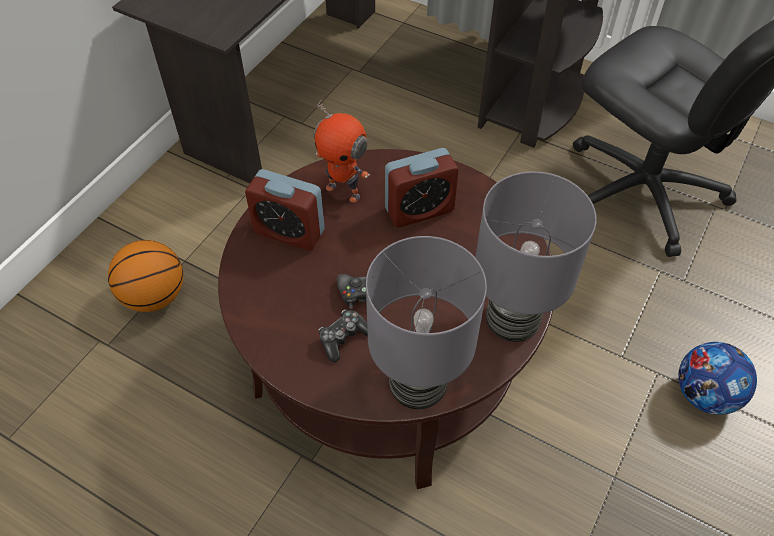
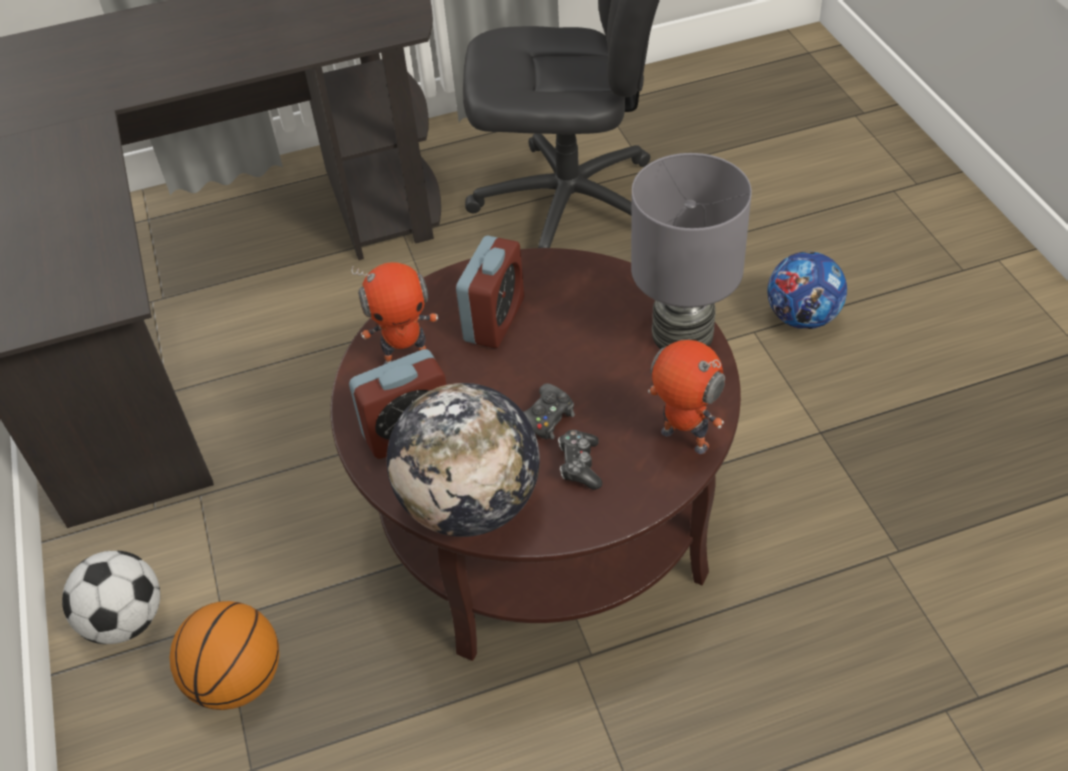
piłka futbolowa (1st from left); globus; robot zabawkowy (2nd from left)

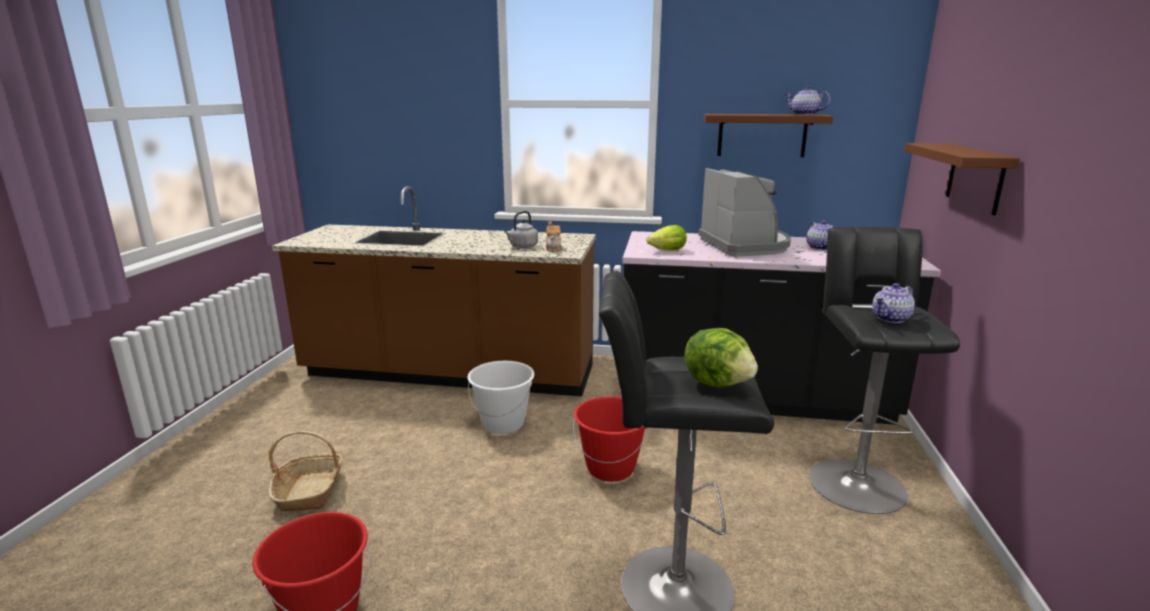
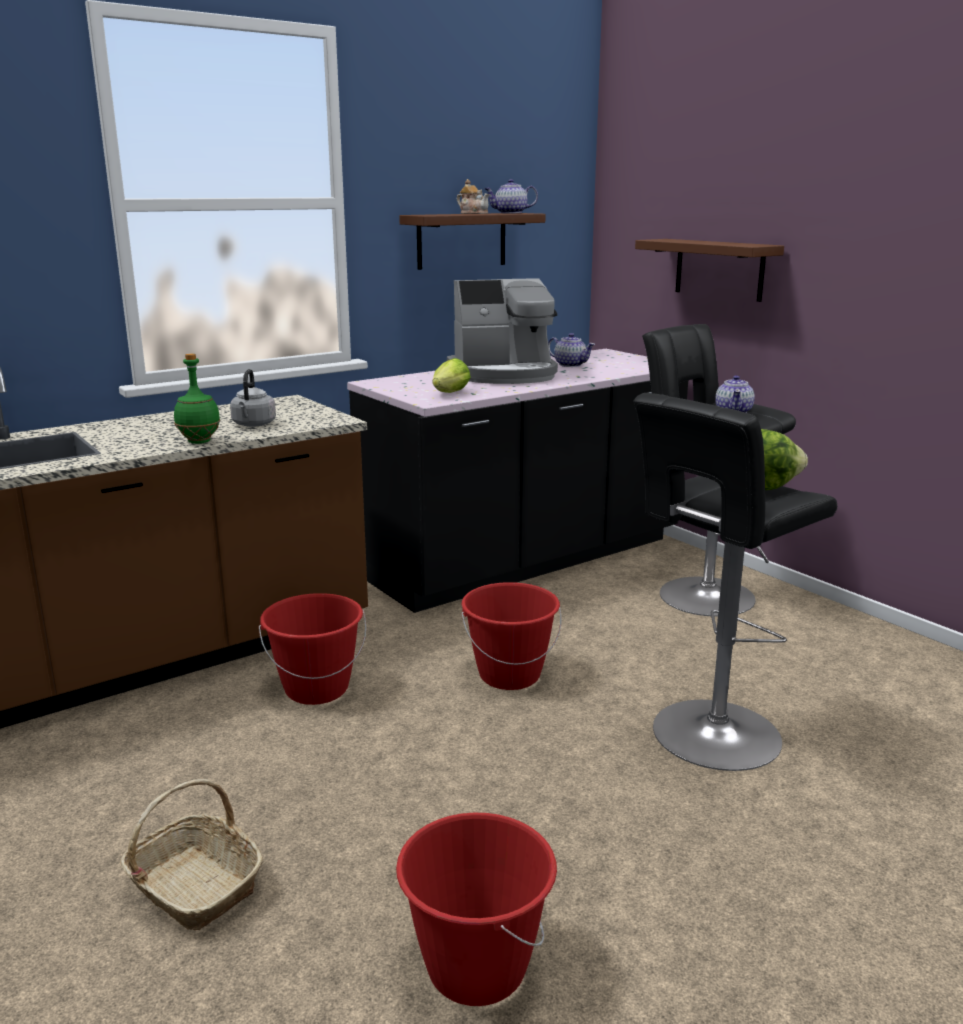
butelka/zielony; wiadro/czerwony (1st from left); ekspres do kawy; imbryk (1st from left)

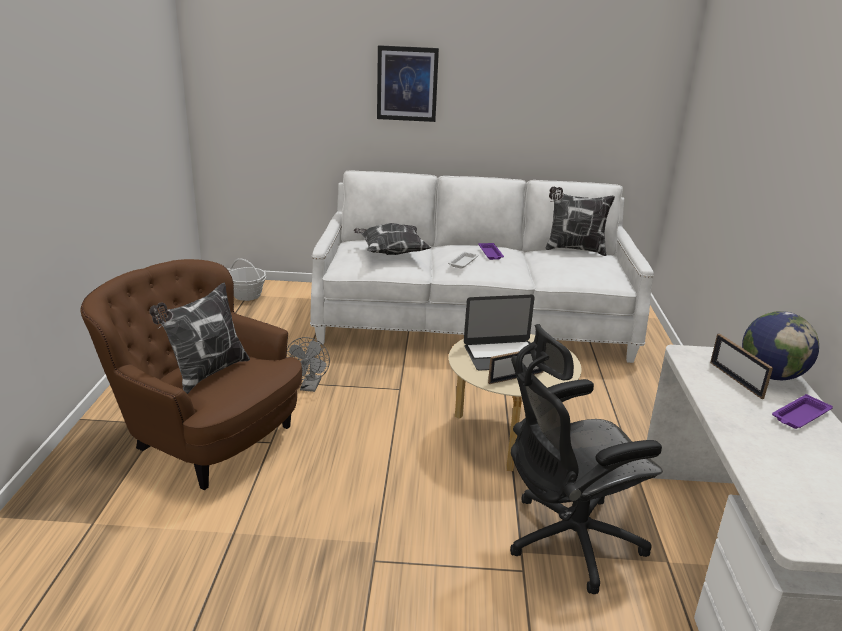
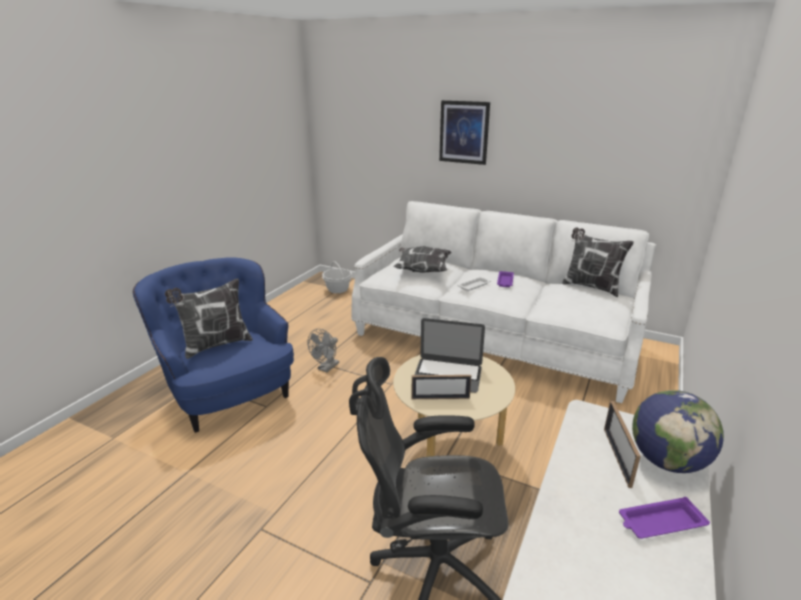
fotel/niebieski

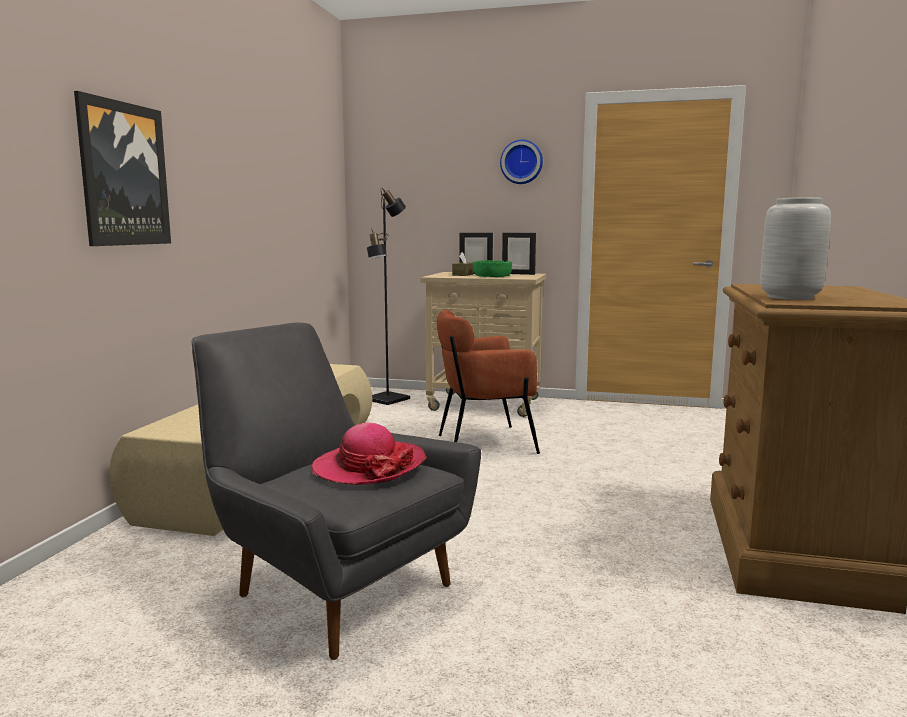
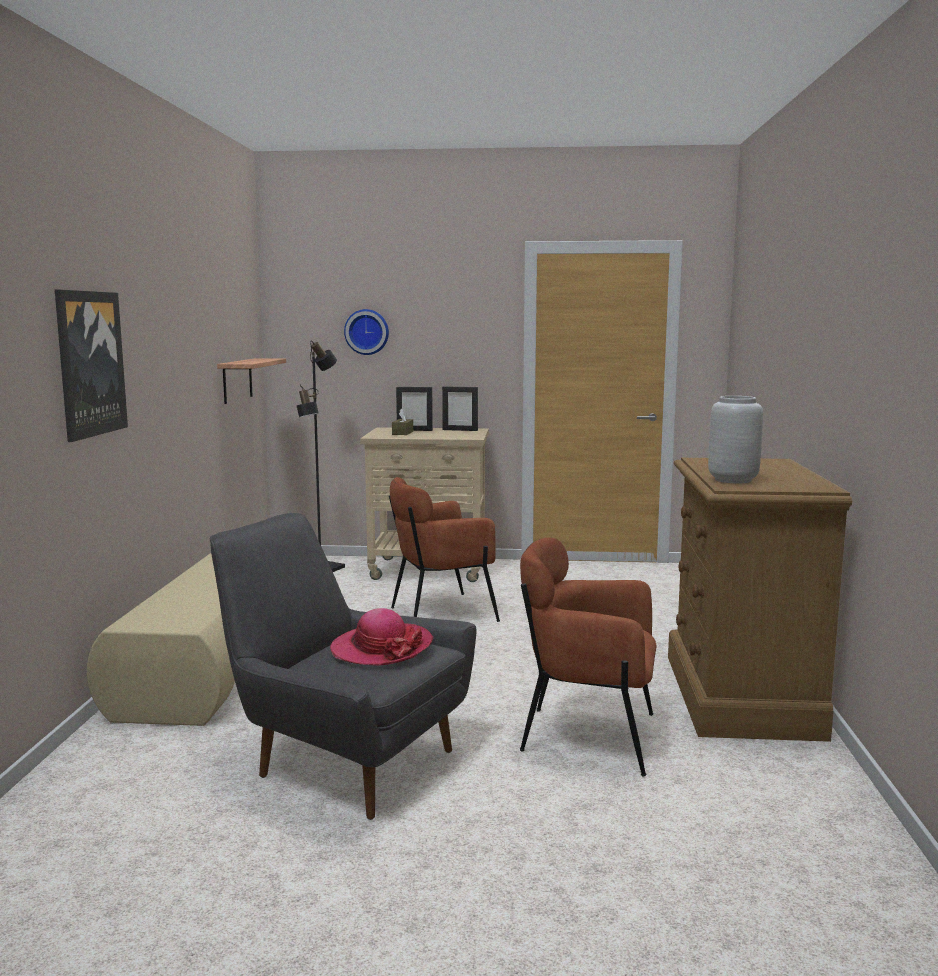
półka; zegar ścienny; fotel/brązowy (2nd from left); miska/zielony

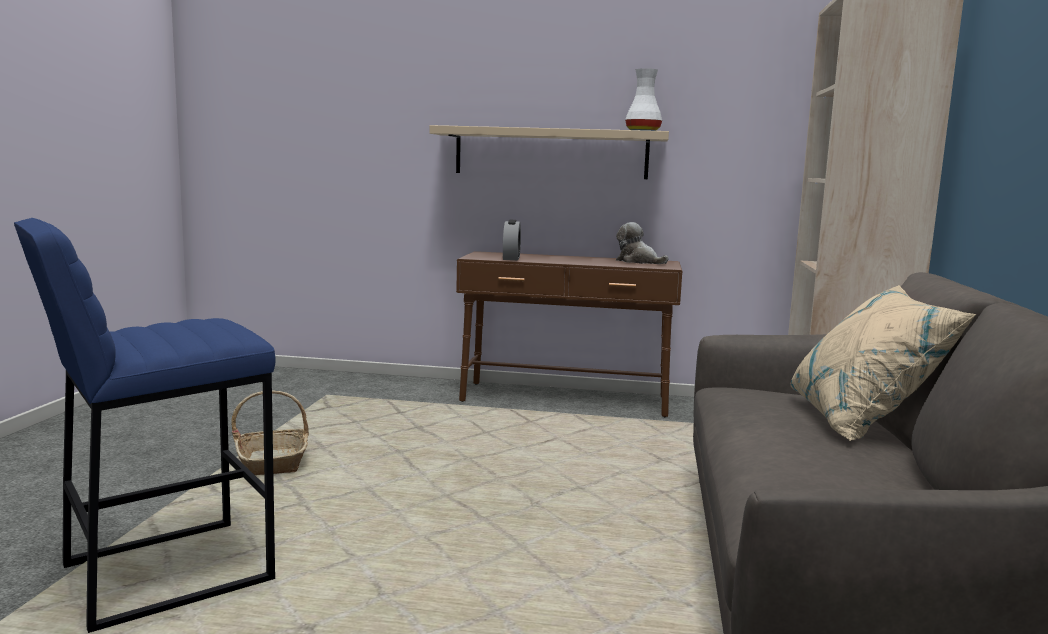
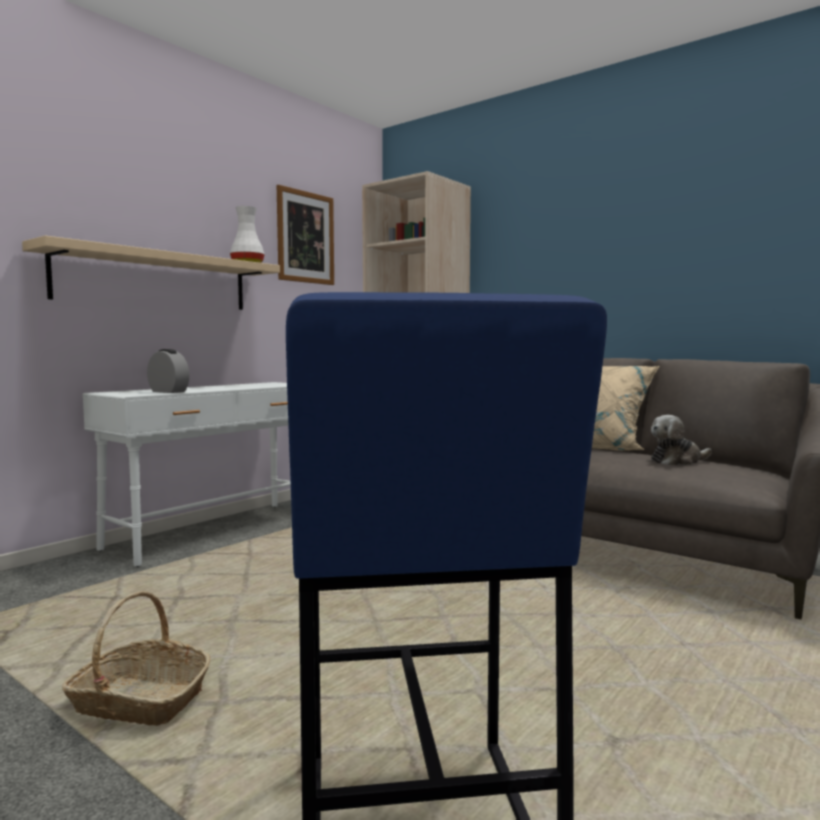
stolik konsolowy/biały; obraz; pluszak

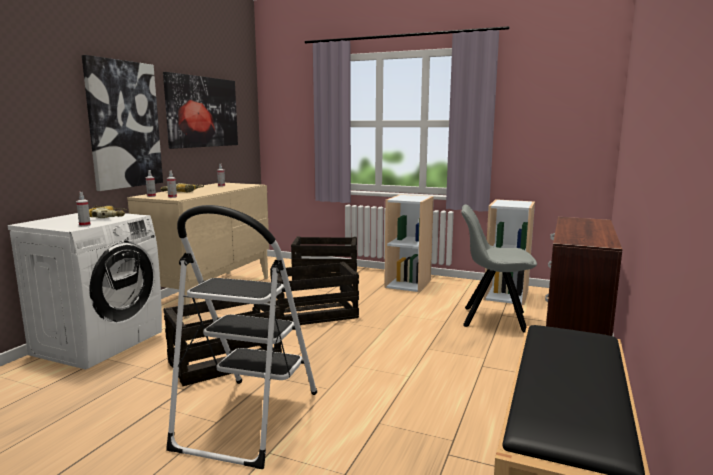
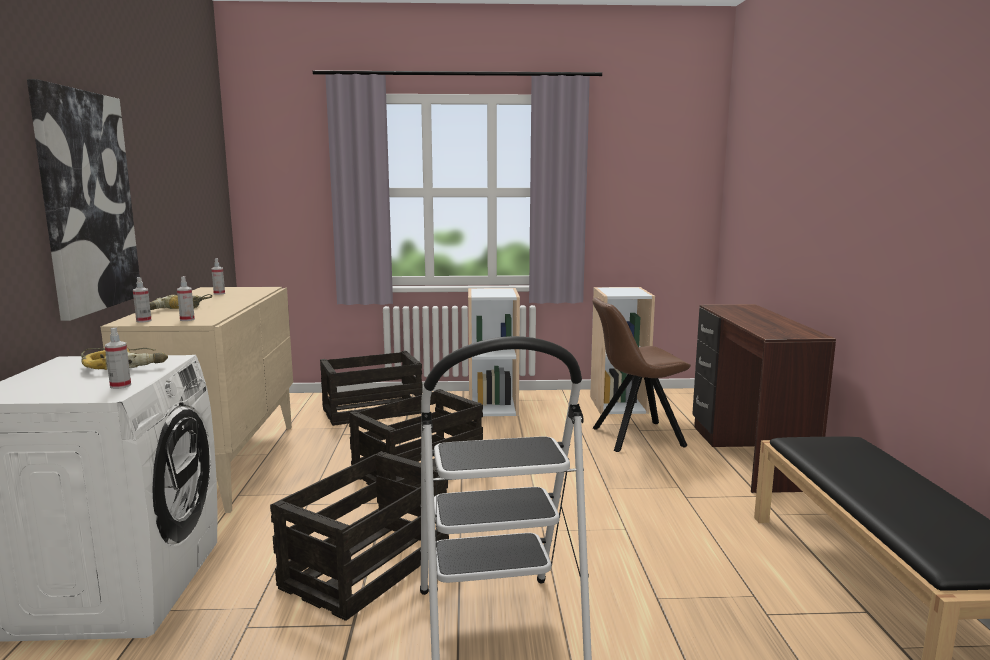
krzesło/brązowy; obraz (2nd from left in the first image)

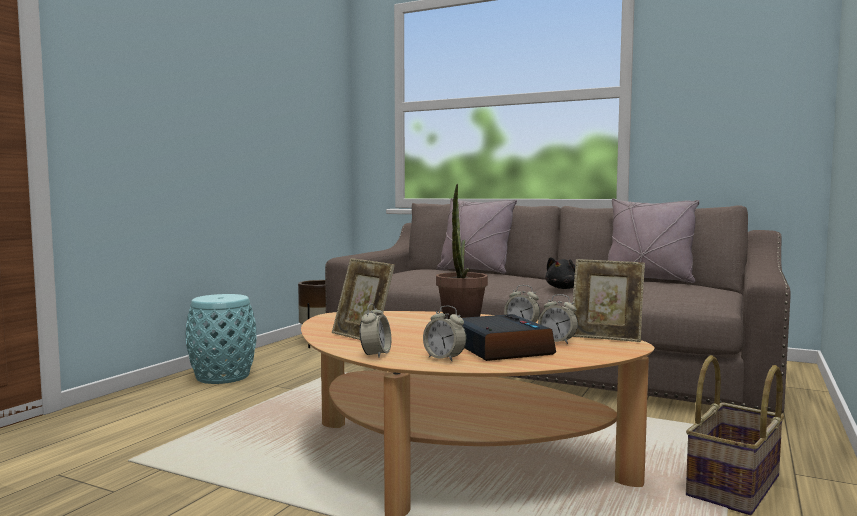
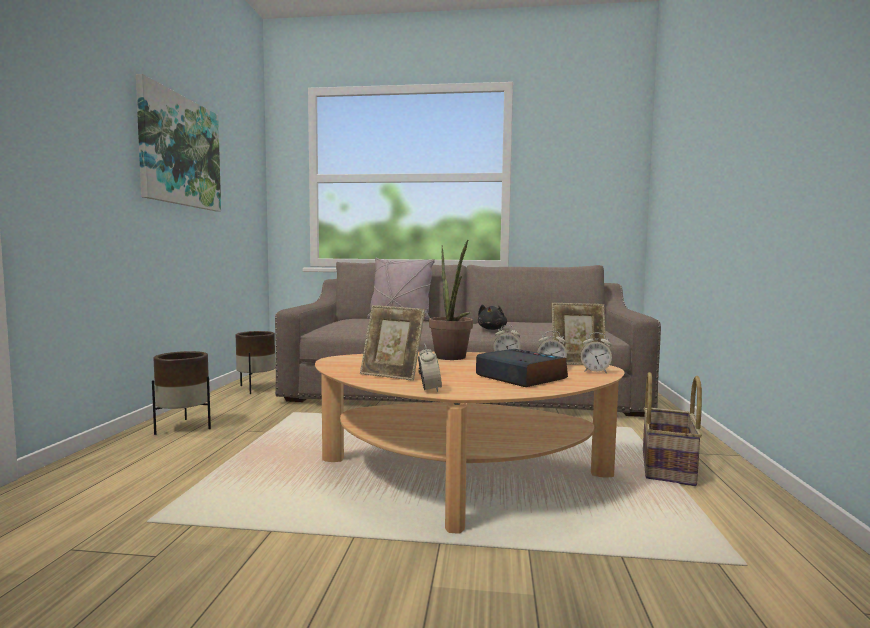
obraz; donica/brązowy (1st from left); budzik (5th from left); poduszka/fioletowy (2nd from left in the first image)

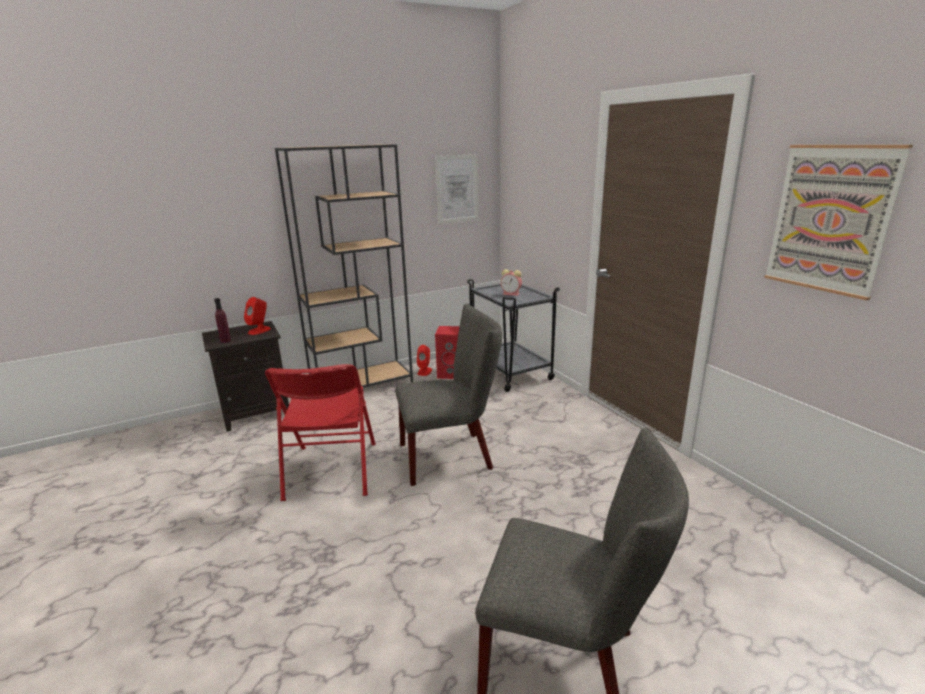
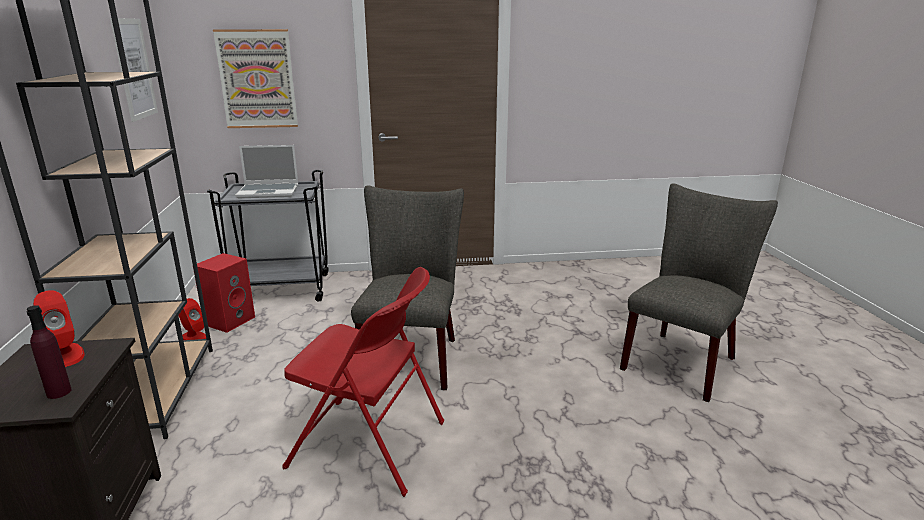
obraz (2nd from left); laptop

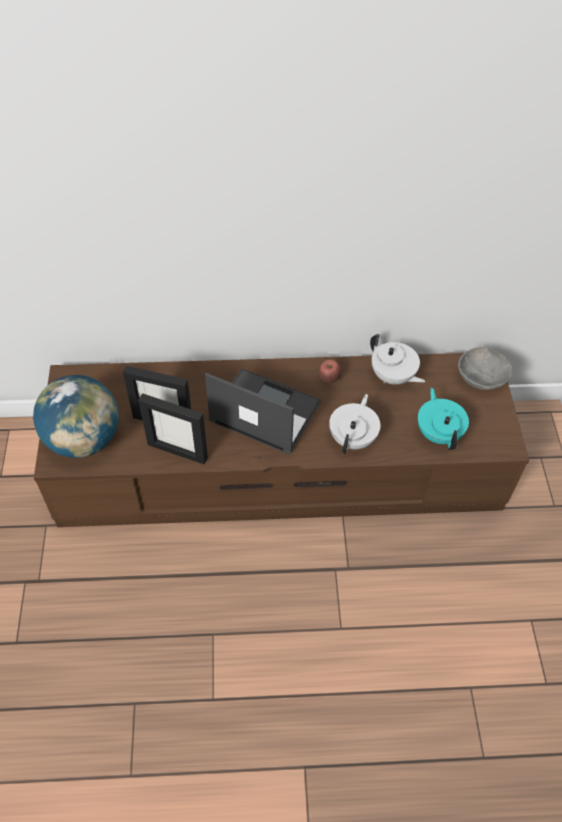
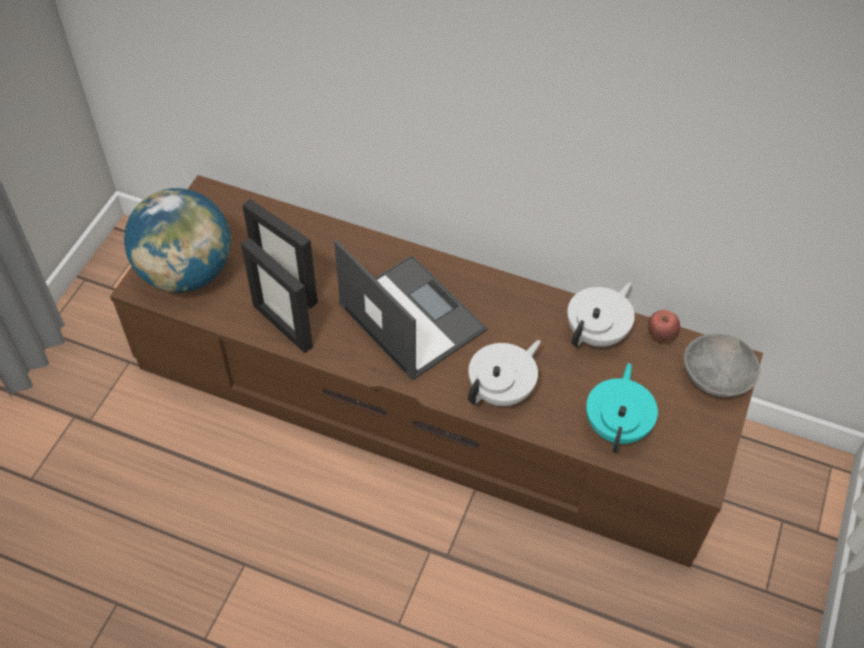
imbryk/biały (2nd from left); jabłko

